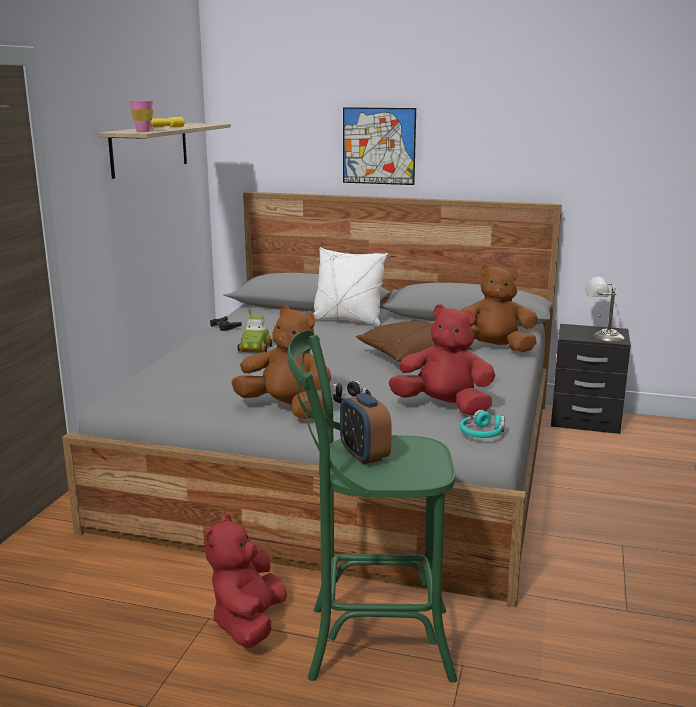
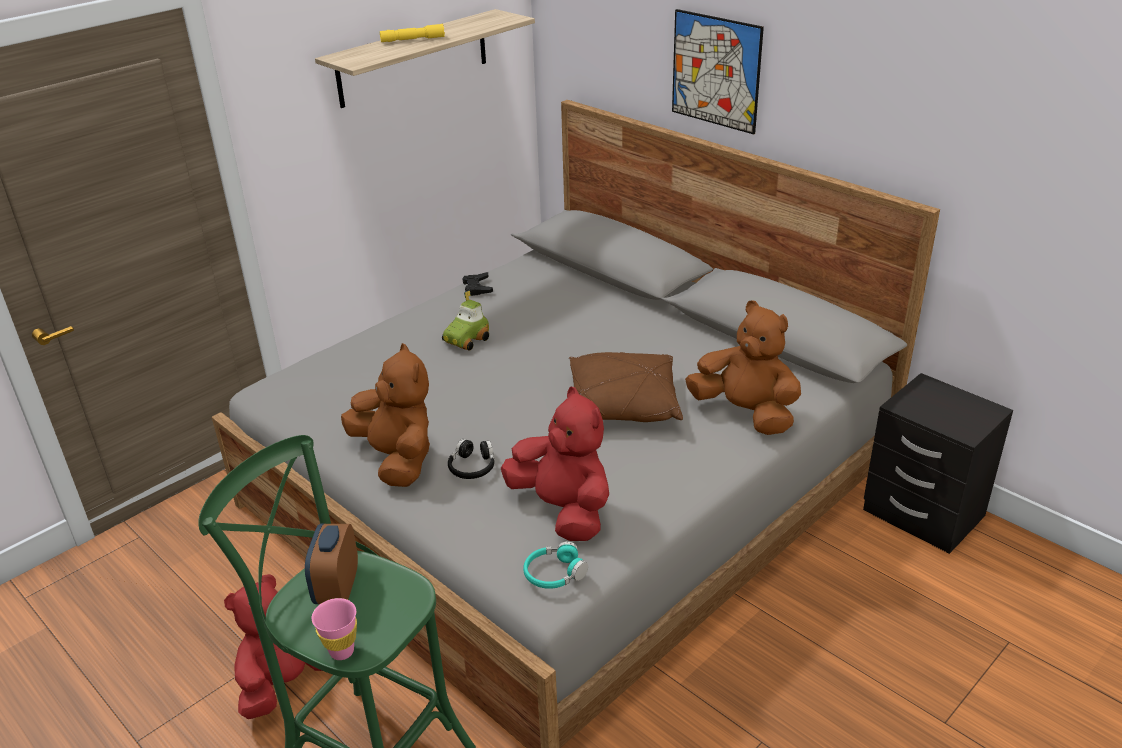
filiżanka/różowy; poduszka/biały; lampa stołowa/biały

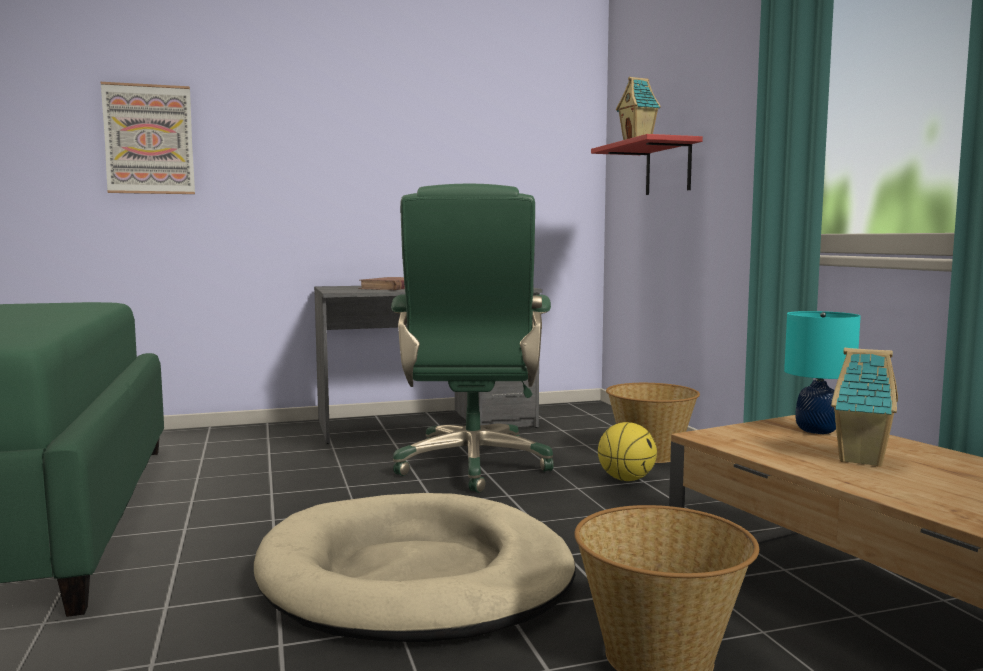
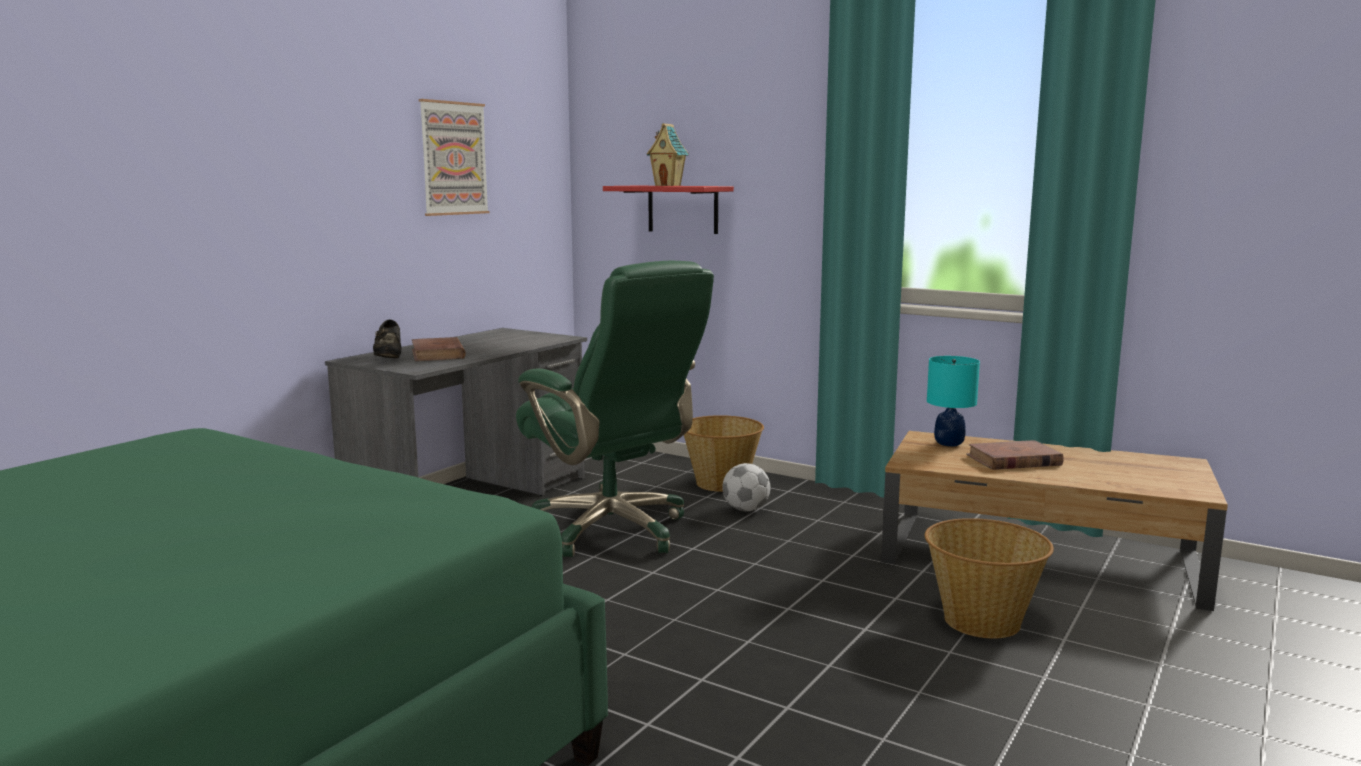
but/czarny; obraz; piłka futbolowa; książka/brązowy (2nd from left); legowisko/beżowy

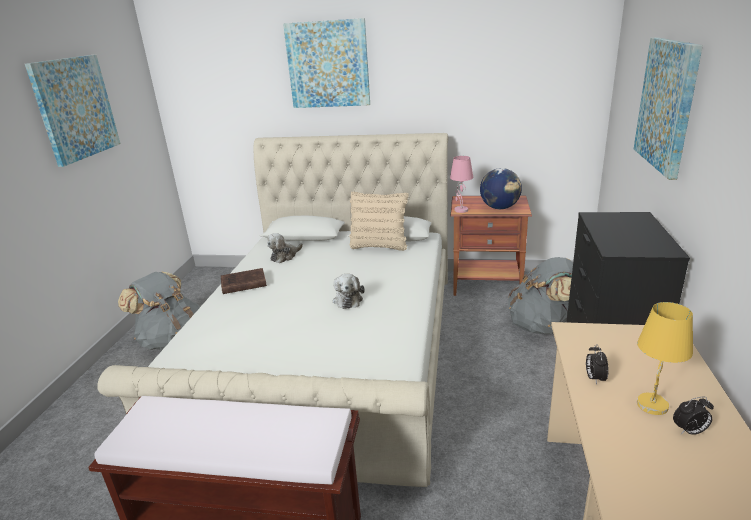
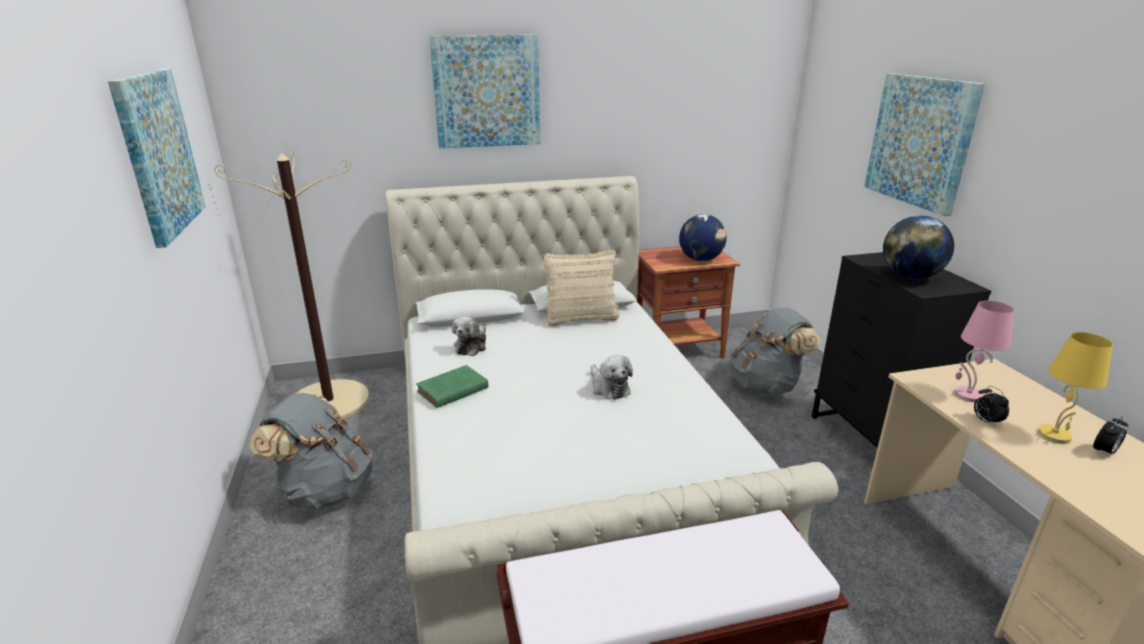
wieszak/beżowy; książka/zielony; globus (2nd from left); lampa stołowa/różowy

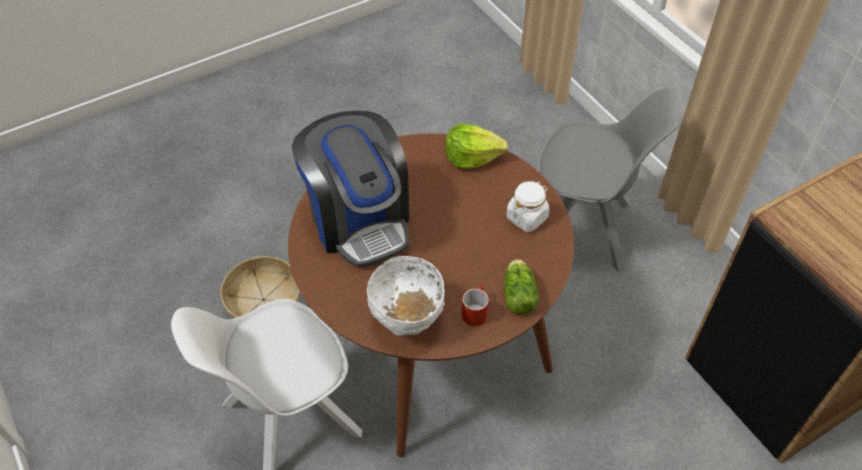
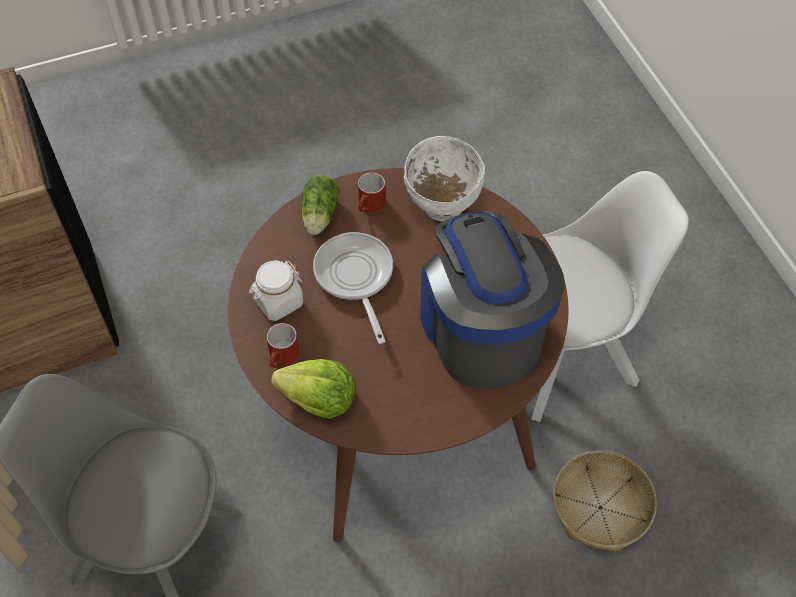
kubek/czerwony (1st from left); patelnia

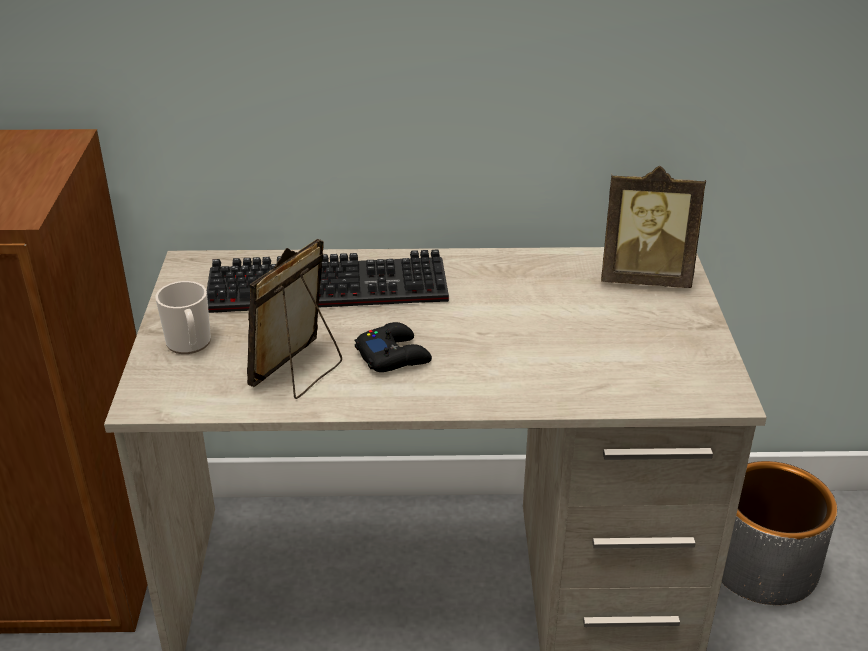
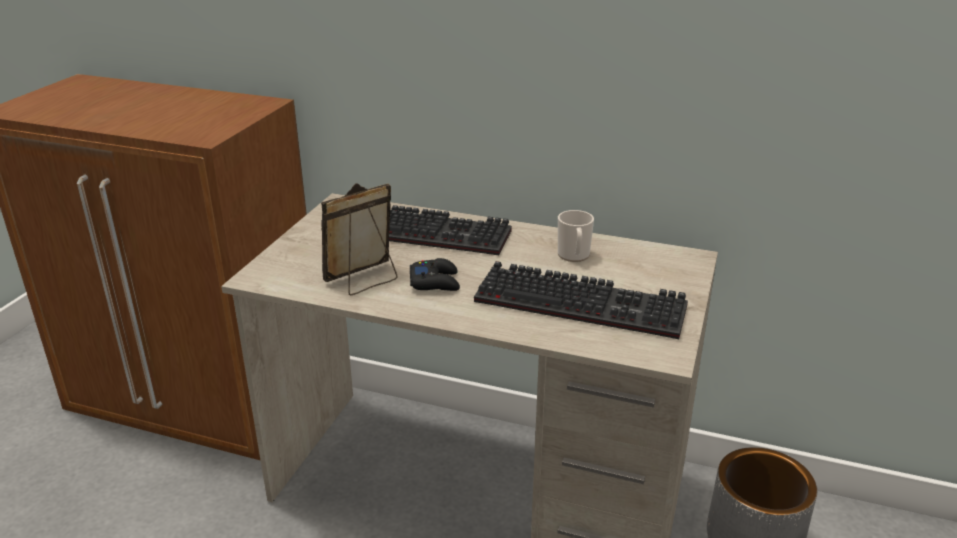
klawiatura (2nd from left); kubek; ramka na zdjęcie (2nd from left in the first image)

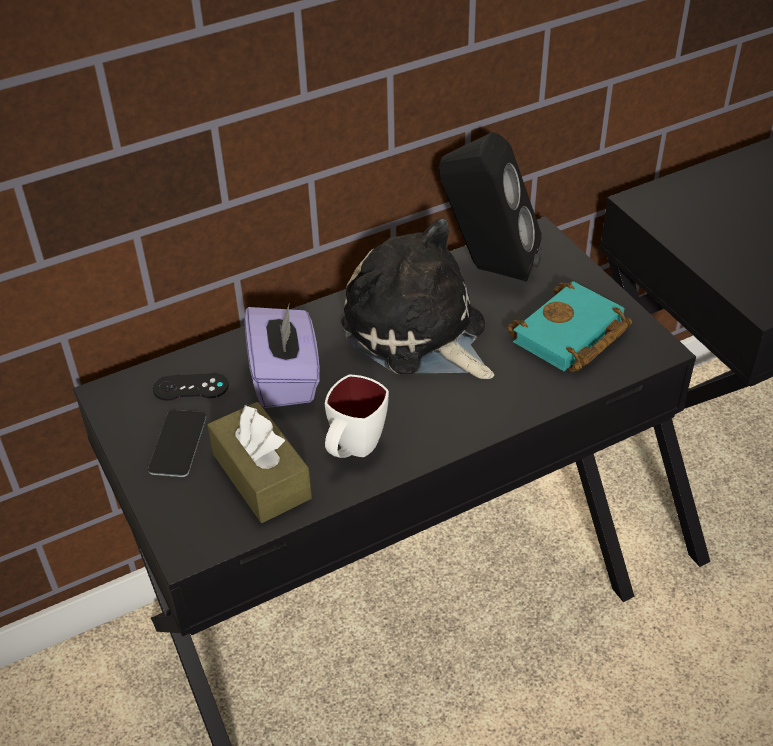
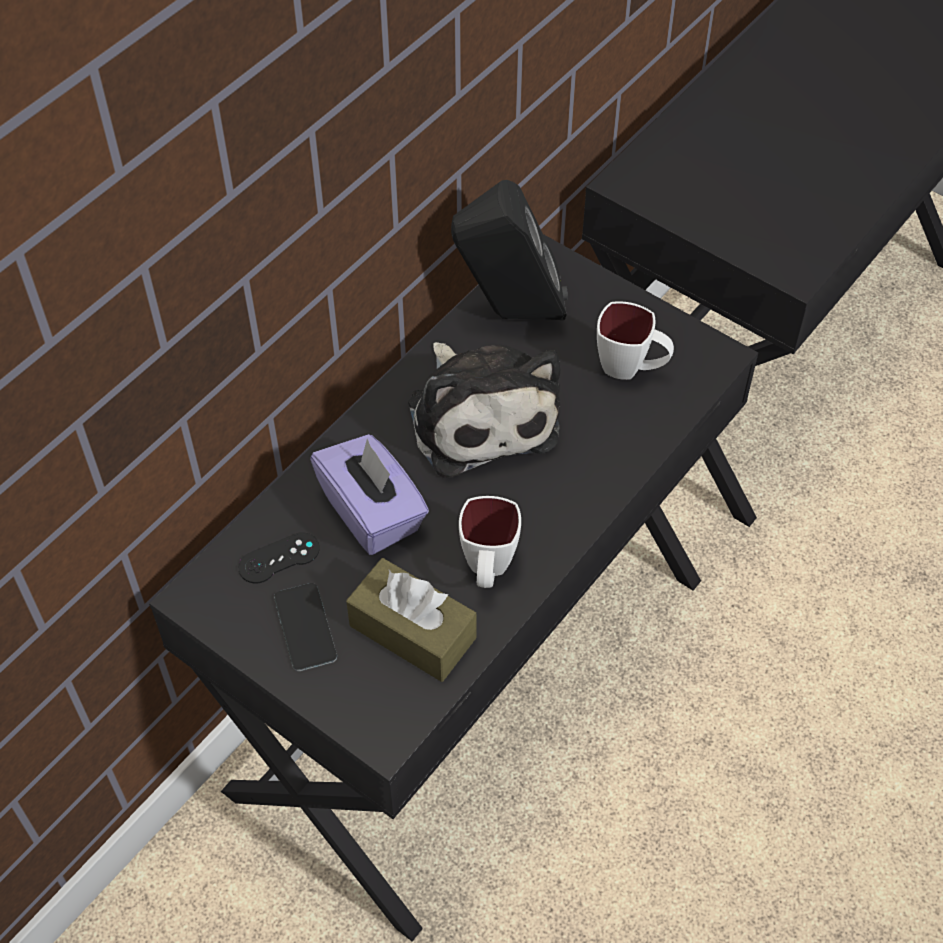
pluszak; kubek/biały (2nd from left)

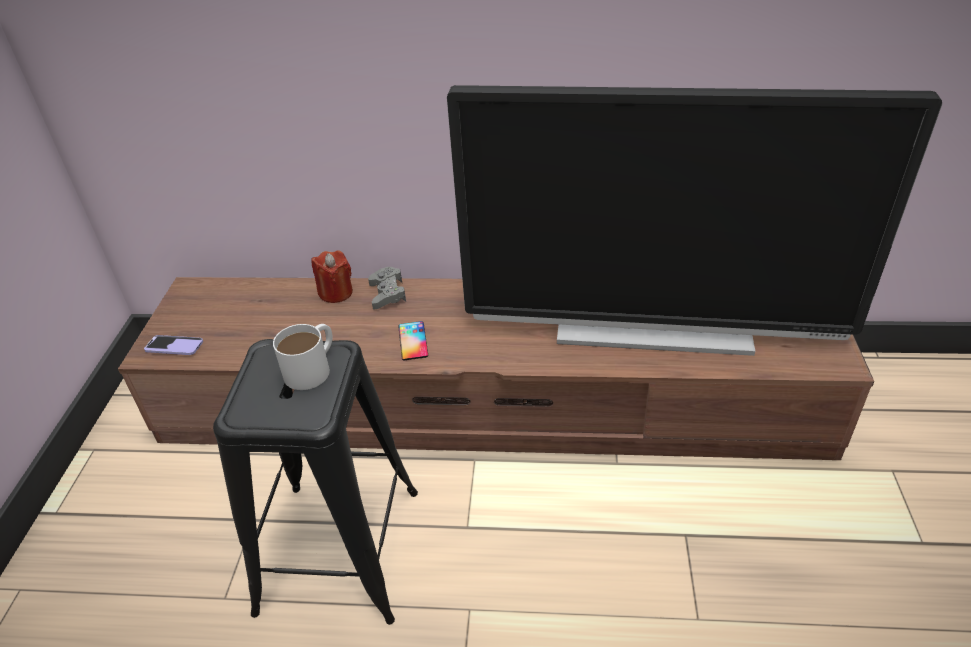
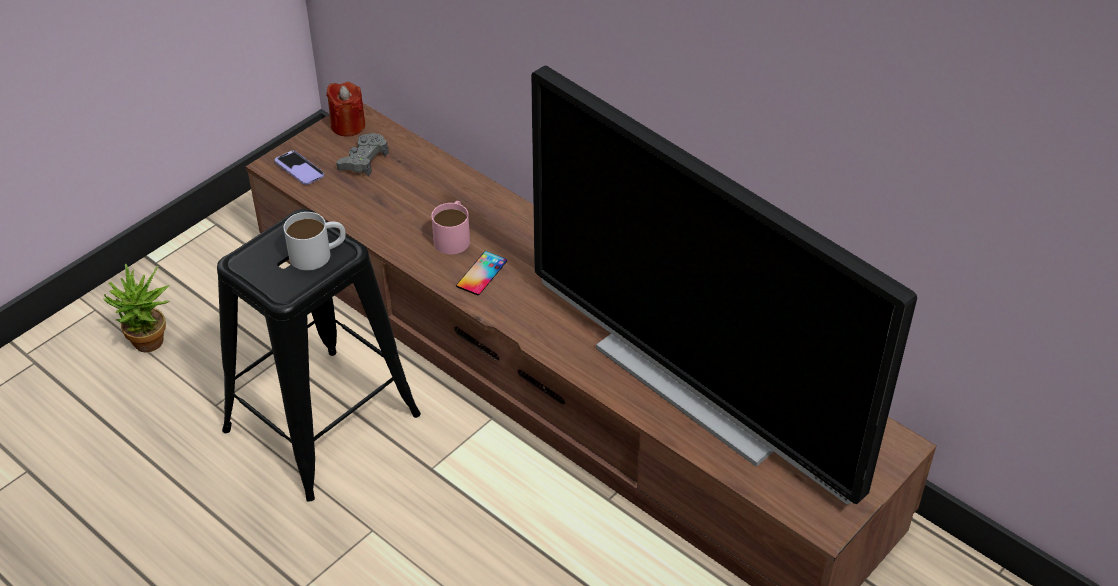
roślina doniczkowa; świeca/czerwony; pad do gier/szary; kubek/różowy

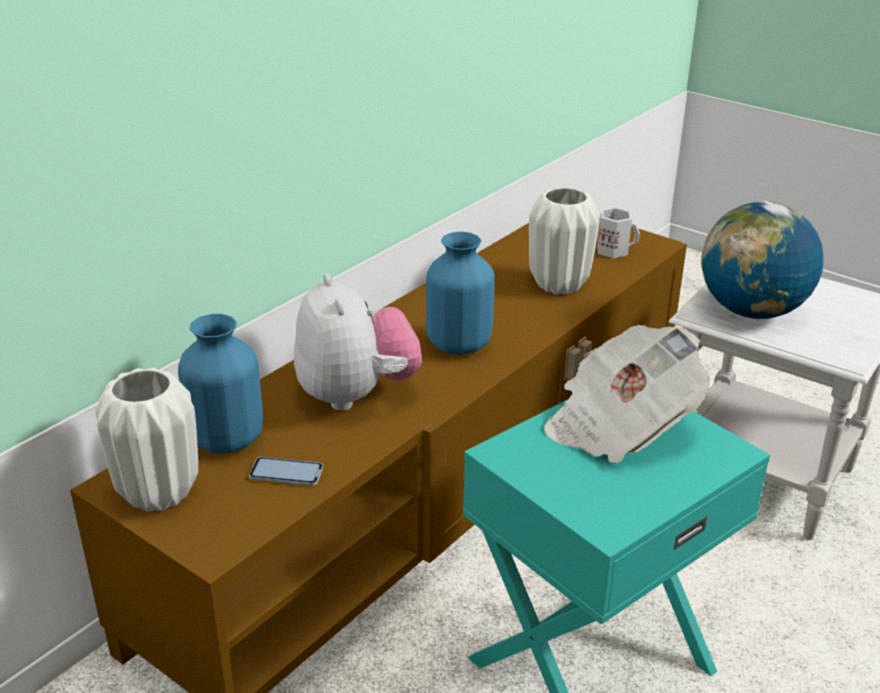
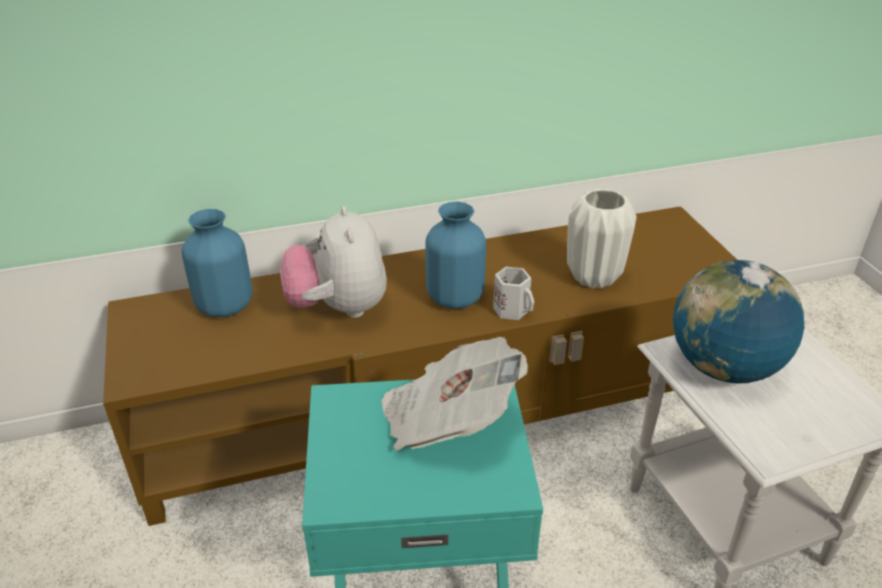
pluszak; kubek/biały; wazon/biały (1st from left in the first image); telefon

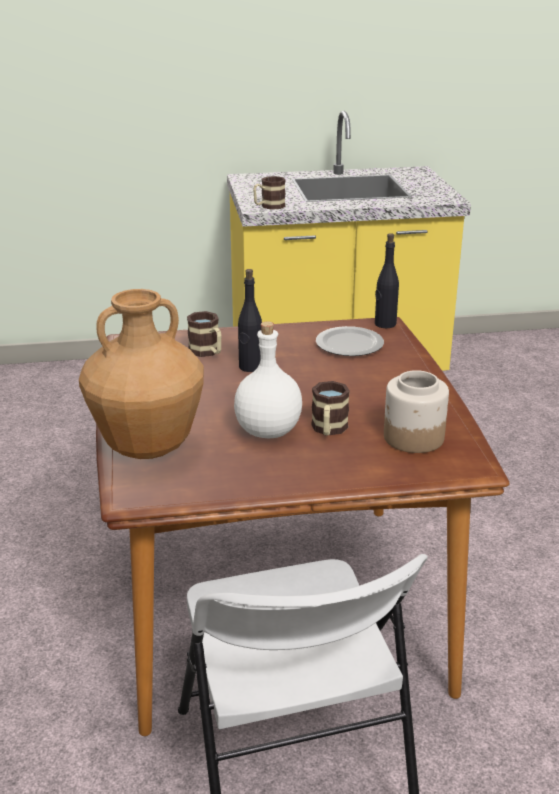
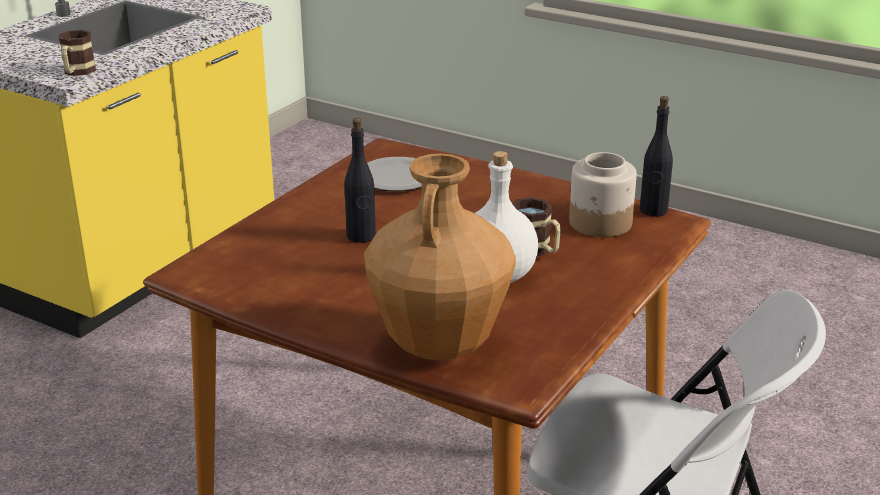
butelka/czarny (2nd from left); kubek (1st from left in the first image)

